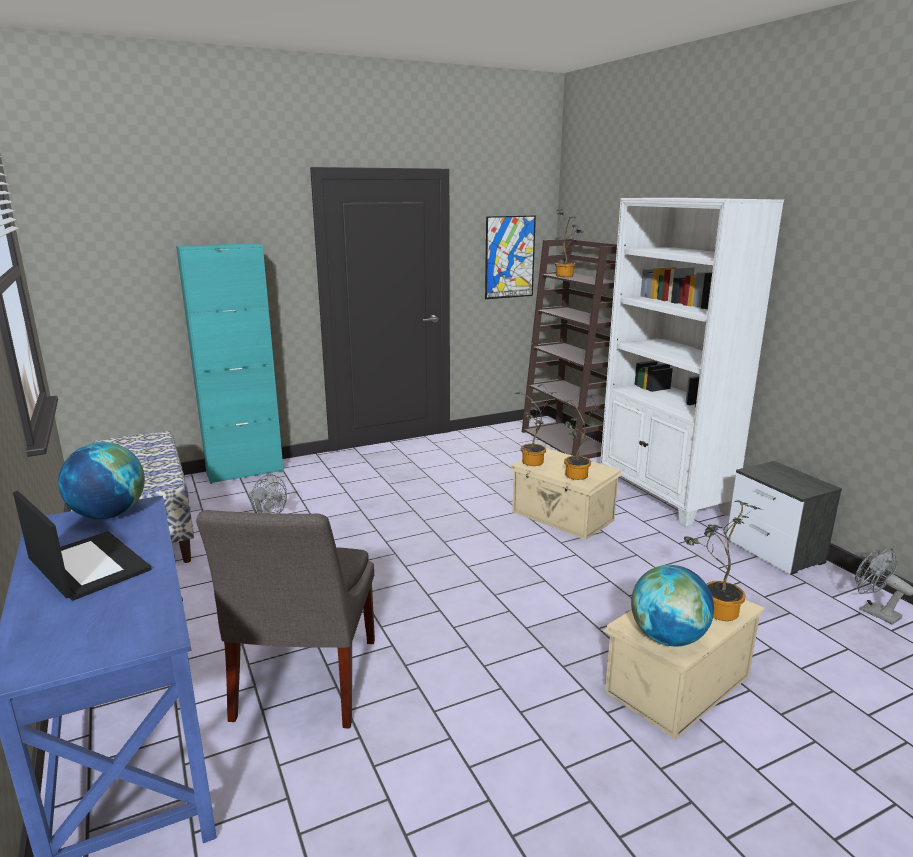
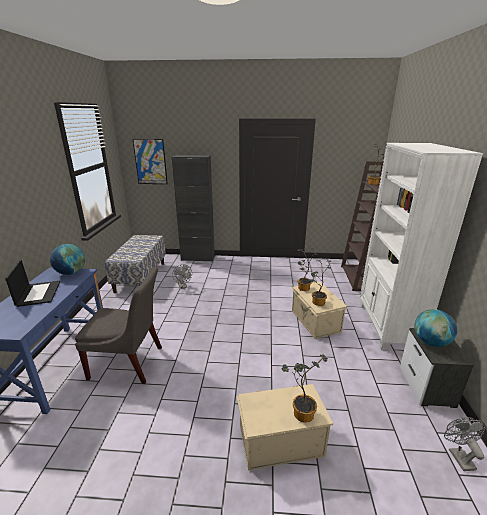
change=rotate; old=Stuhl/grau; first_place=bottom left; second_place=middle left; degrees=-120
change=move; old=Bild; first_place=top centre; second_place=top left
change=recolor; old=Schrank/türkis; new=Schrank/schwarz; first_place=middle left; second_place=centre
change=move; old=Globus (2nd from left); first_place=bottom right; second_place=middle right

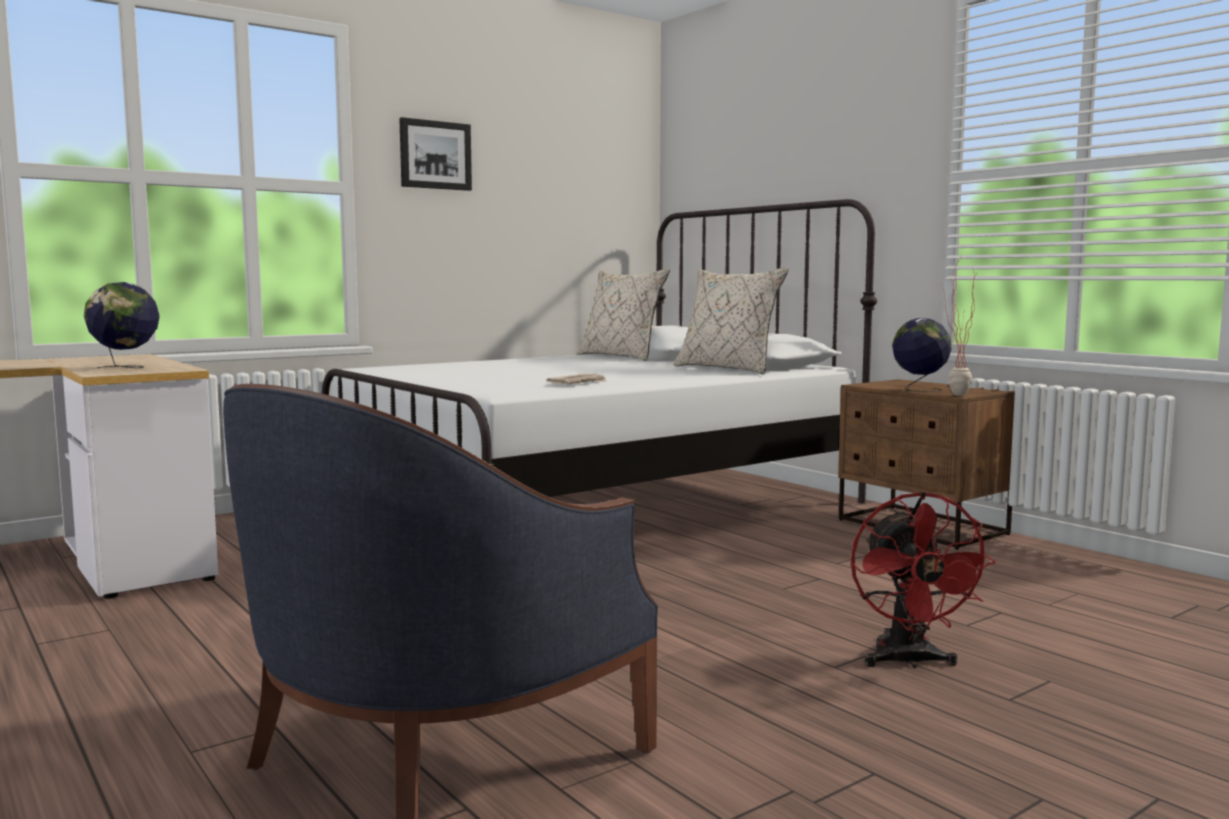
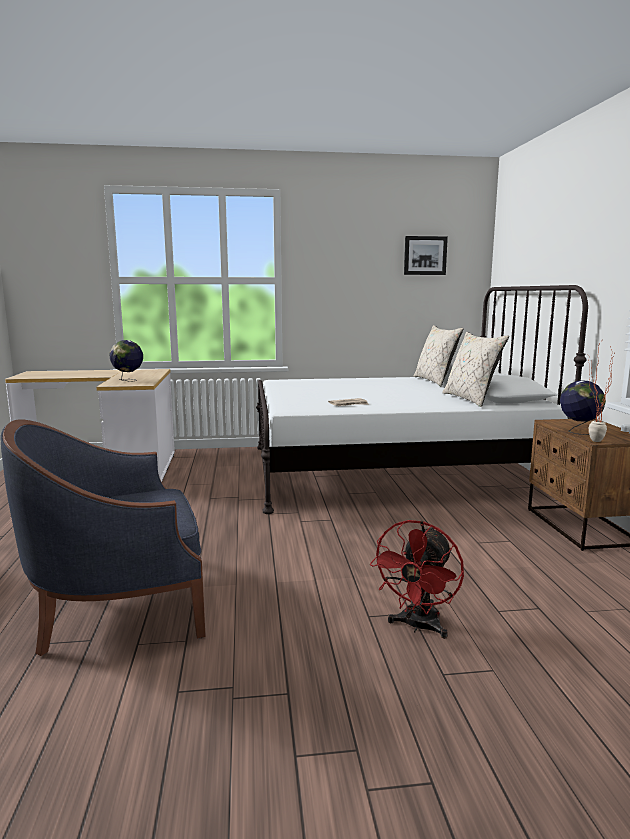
change=move; old=Bild; first_place=top centre; second_place=top right

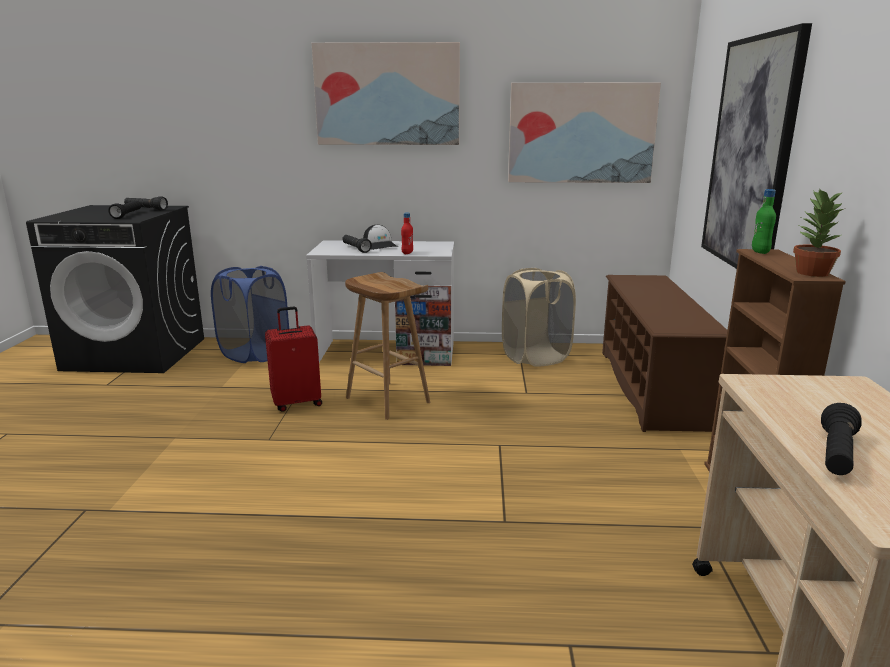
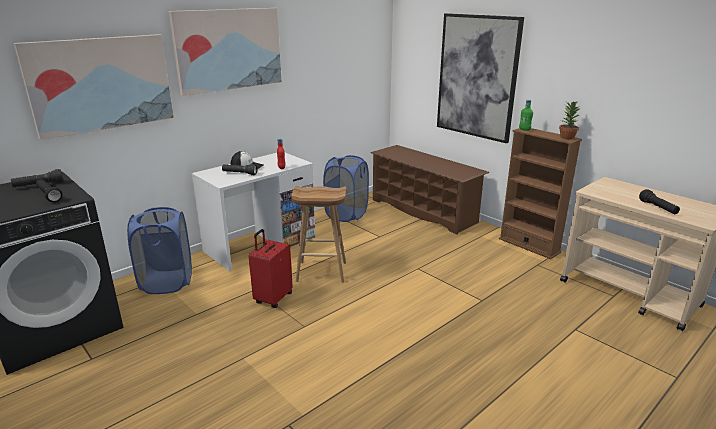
change=move; old=Bild (2nd from left in the first image); new=Bild (1st from left); first_place=top centre; second_place=top left
change=recolor; old=Wäschekorb/beige; new=Wäschekorb/blau (2nd from left); first_place=centre; second_place=centre

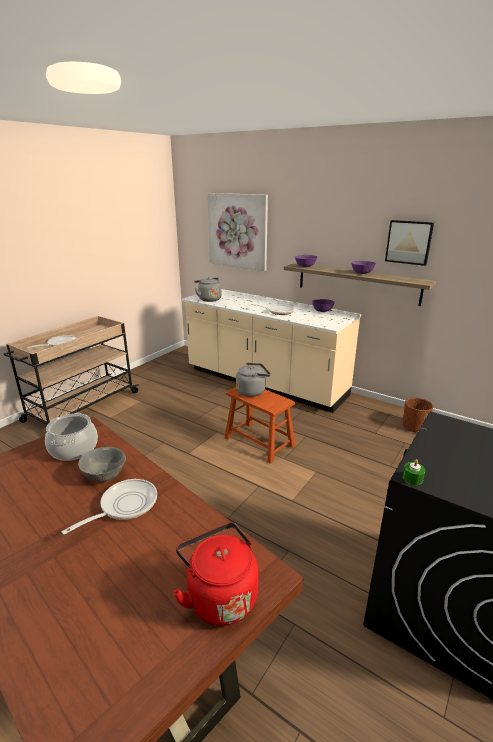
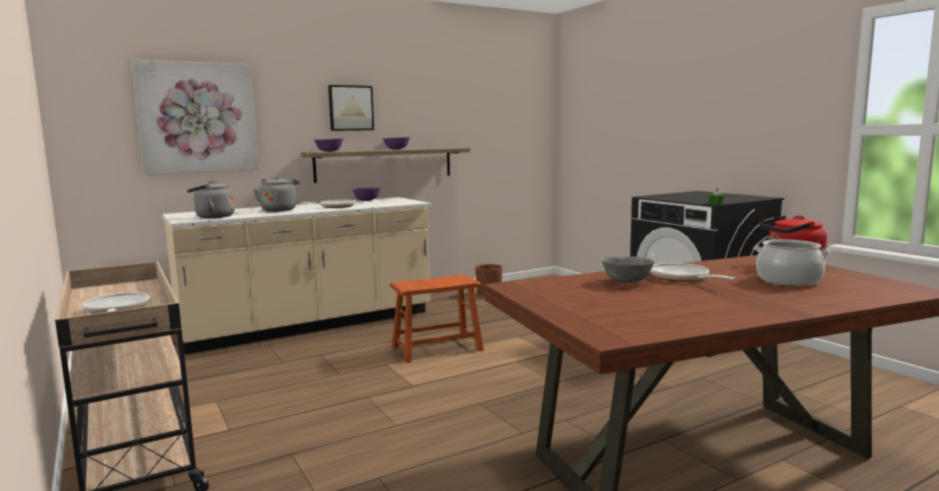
change=move; old=Wasserkessel/grau (2nd from left); first_place=centre; second_place=middle left
change=move; old=Bild (2nd from left); first_place=top right; second_place=top centre
change=move; old=Kochtopf; first_place=middle left; second_place=middle right

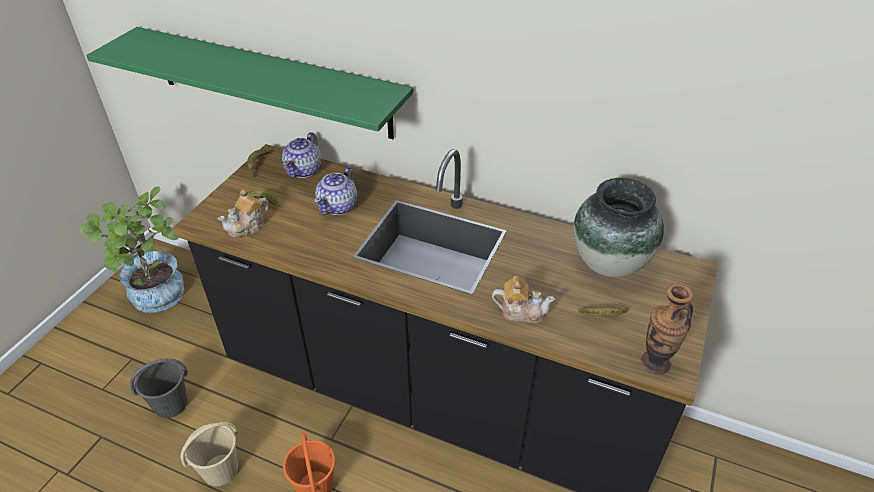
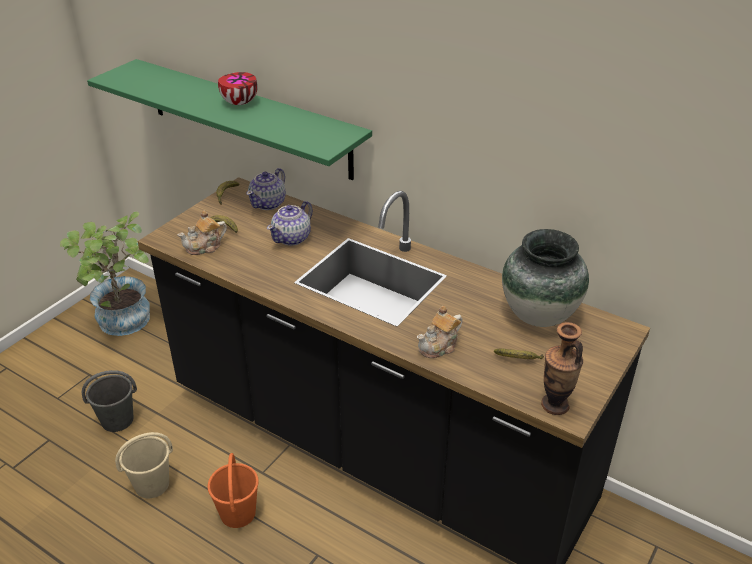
change=insert; new=Schüssel; second_place=top left
change=rotate; old=Teekanne (4th from left); first_place=centre; second_place=centre; degrees=120

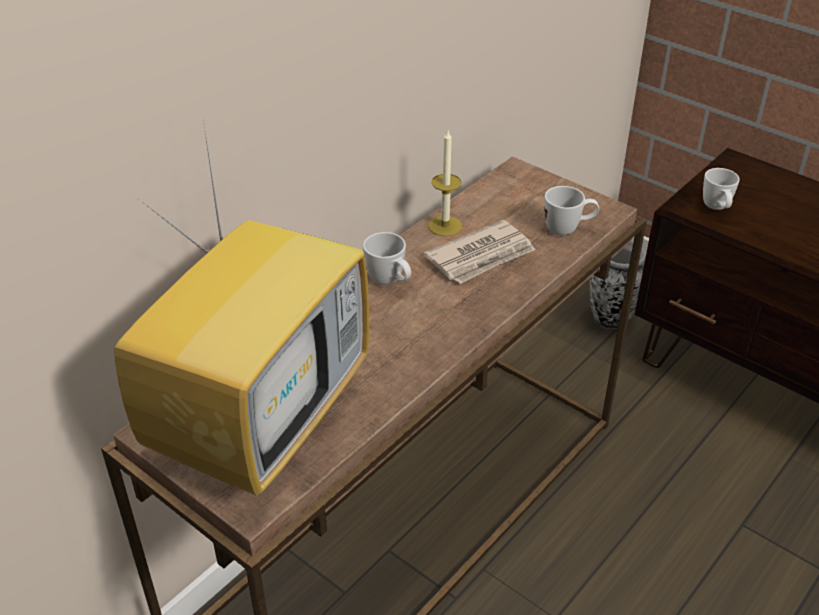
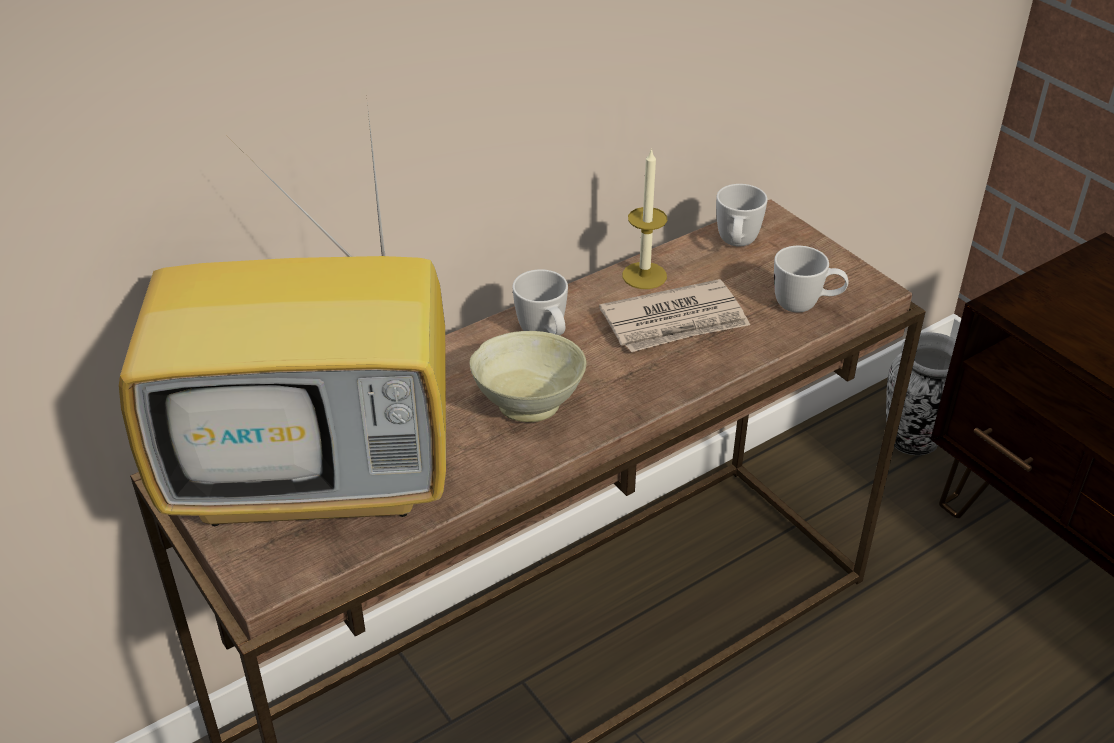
change=rotate; old=Fernseher; first_place=middle left; second_place=middle left; degrees=45
change=insert; new=Schüssel/beige; second_place=centre
change=move; old=Henkelbecher/weiß (3rd from left in the first image); new=Henkelbecher/weiß (2nd from left); first_place=top right; second_place=top centre

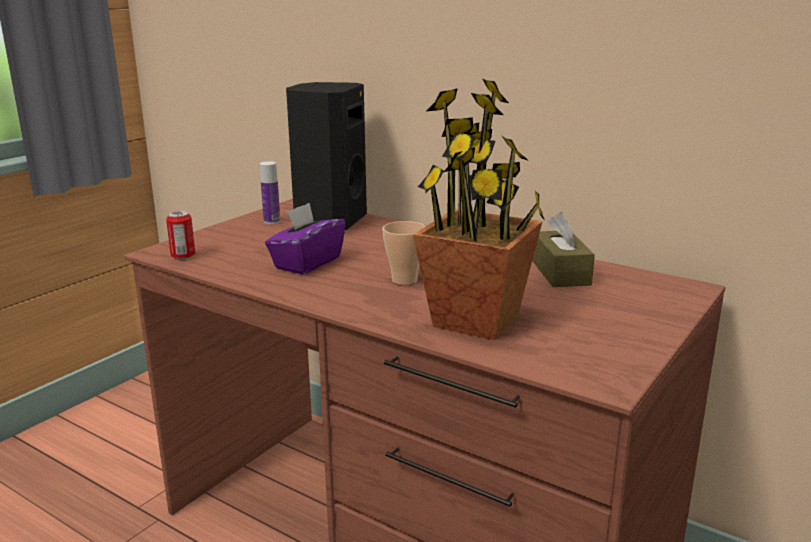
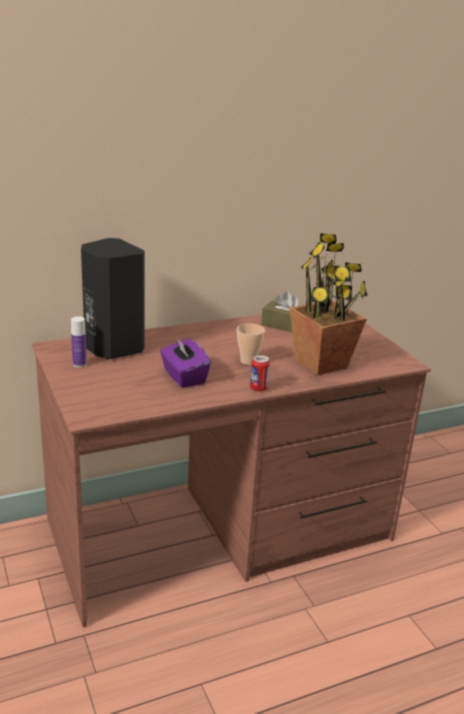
change=move; old=Dose; first_place=middle left; second_place=centre

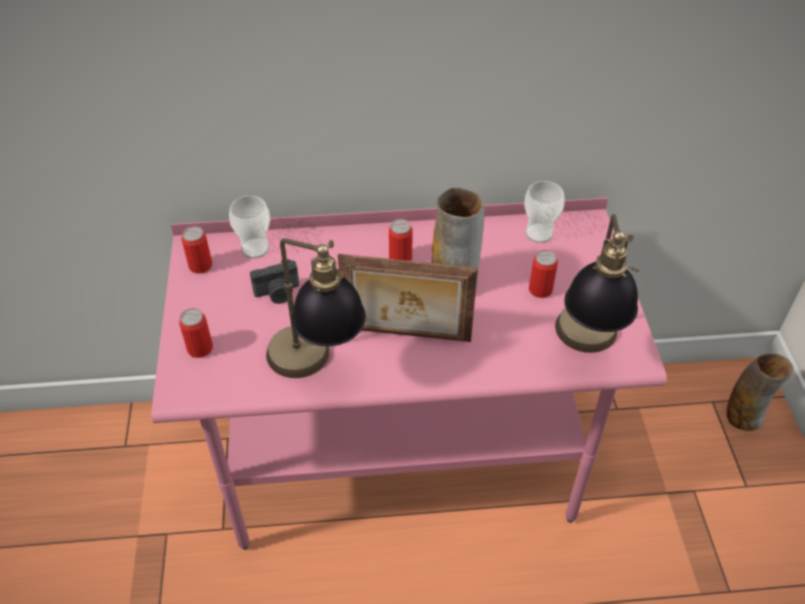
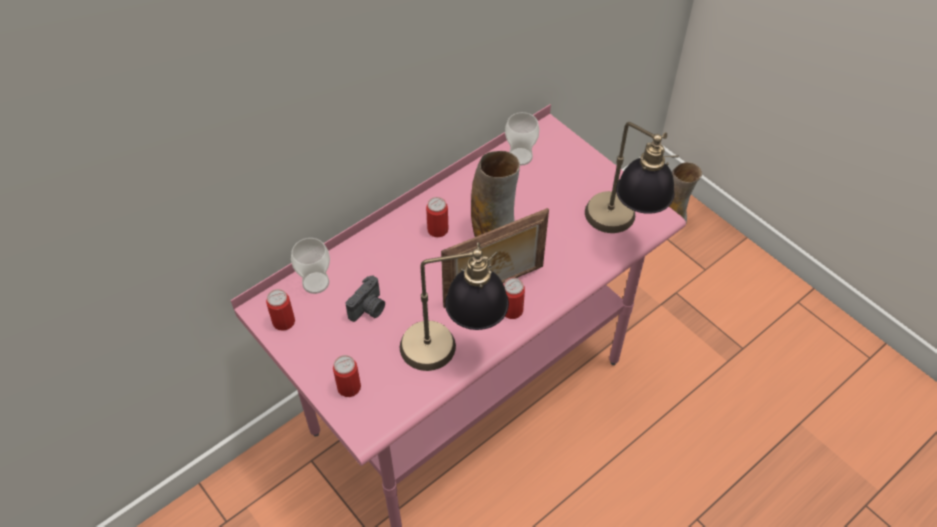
change=move; old=Dose (4th from left); first_place=middle right; second_place=centre

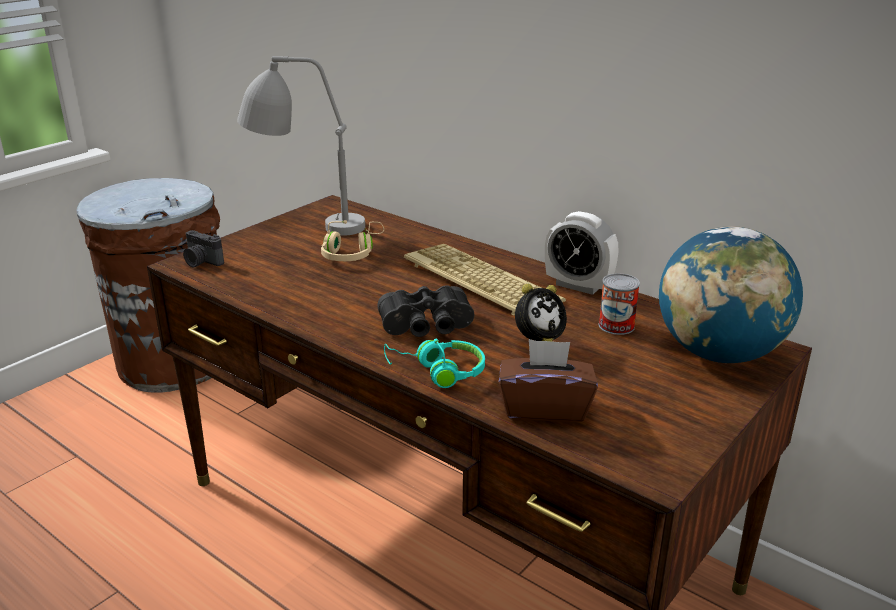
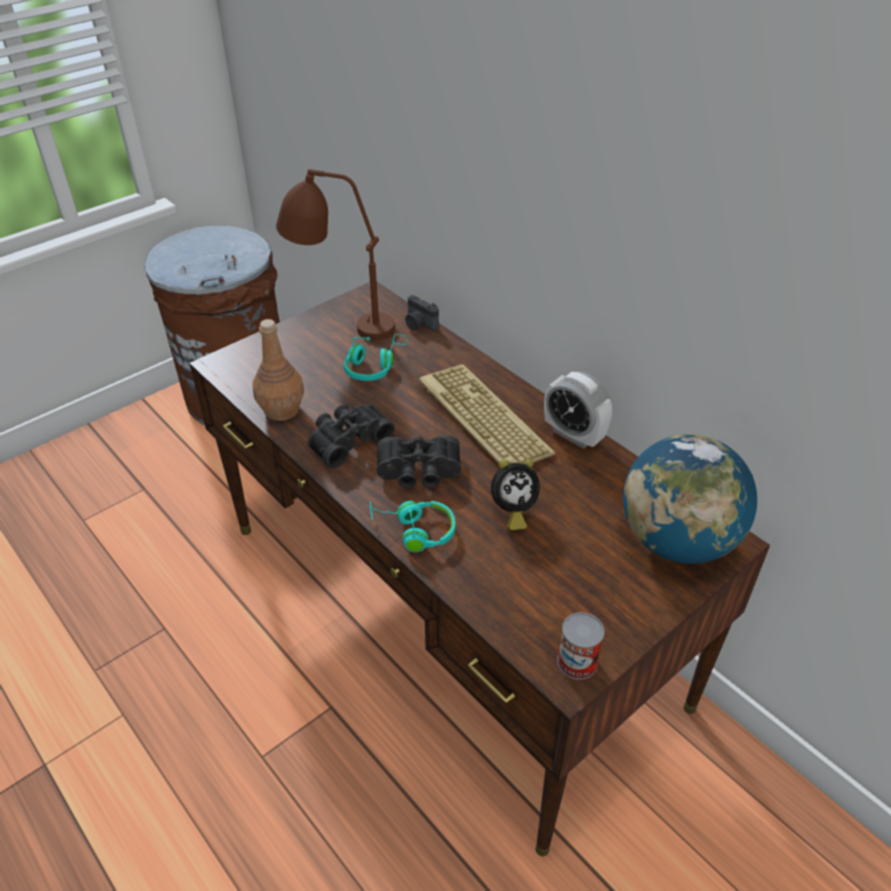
change=insert; new=Flasche/braun; second_place=middle left
change=recolor; old=Tischlampe/grau; new=Tischlampe/braun; first_place=top centre; second_place=top centre
change=insert; new=Fernglas/schwarz (1st from left); second_place=centre
change=recolor; old=Kopfhörer/beige; new=Kopfhörer/türkis (1st from left); first_place=centre; second_place=centre
change=move; old=Kamera; first_place=middle left; second_place=centre
change=move; old=Dose; first_place=middle right; second_place=bottom centre
change=delete; old=Taschentuchbox/braun; first_place=centre

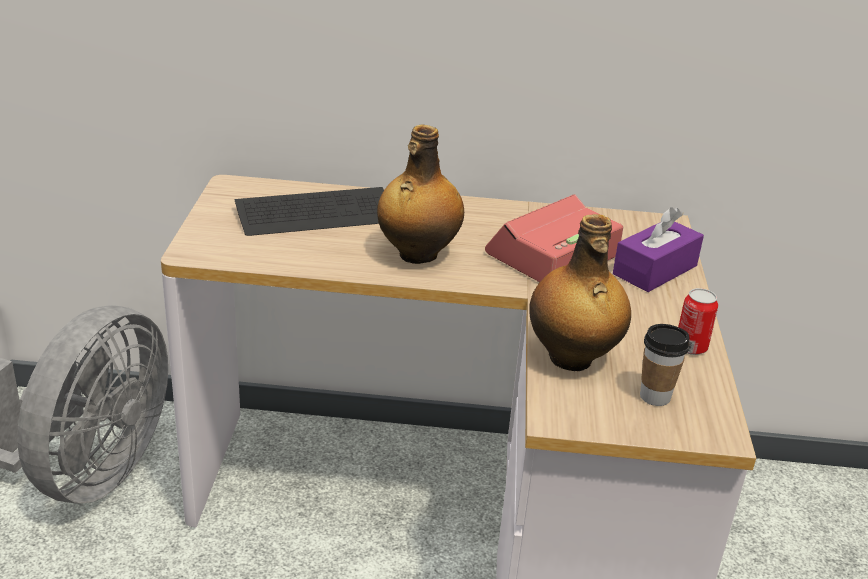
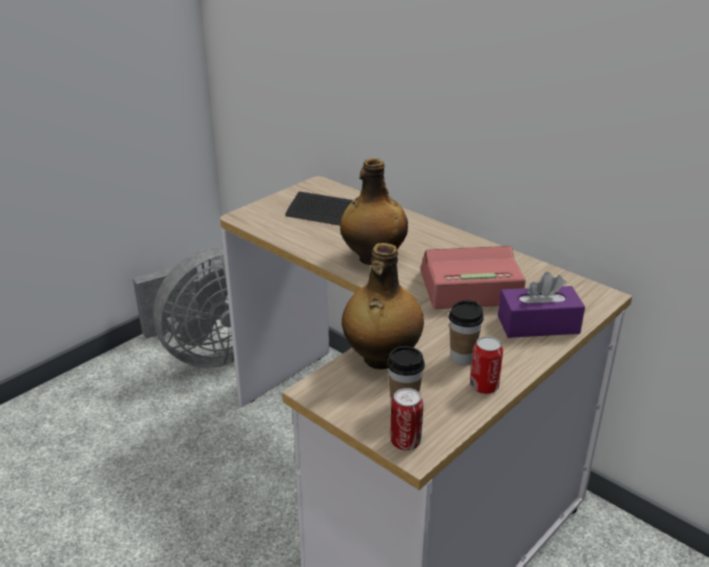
change=insert; new=Dose (1st from left); second_place=bottom centre
change=insert; new=Tasse (2nd from left); second_place=centre

